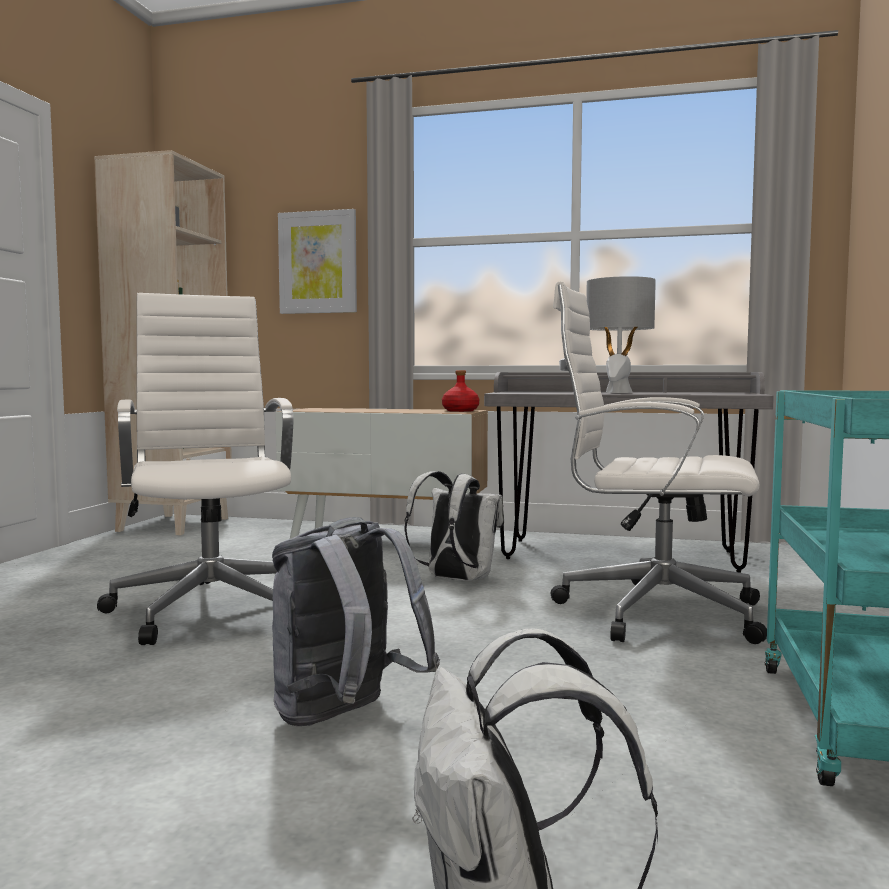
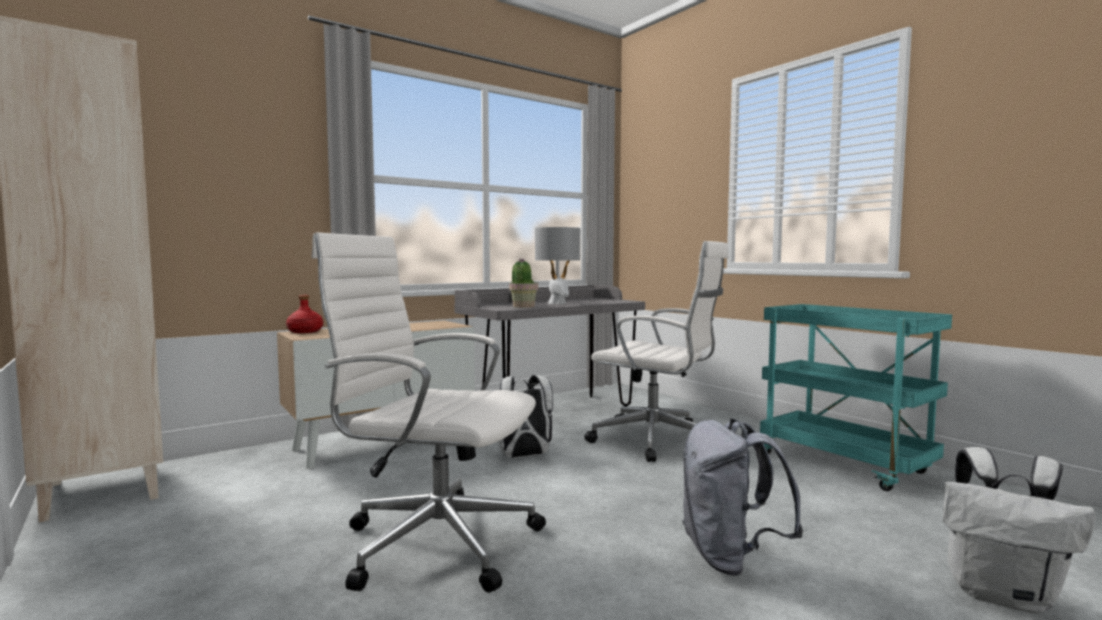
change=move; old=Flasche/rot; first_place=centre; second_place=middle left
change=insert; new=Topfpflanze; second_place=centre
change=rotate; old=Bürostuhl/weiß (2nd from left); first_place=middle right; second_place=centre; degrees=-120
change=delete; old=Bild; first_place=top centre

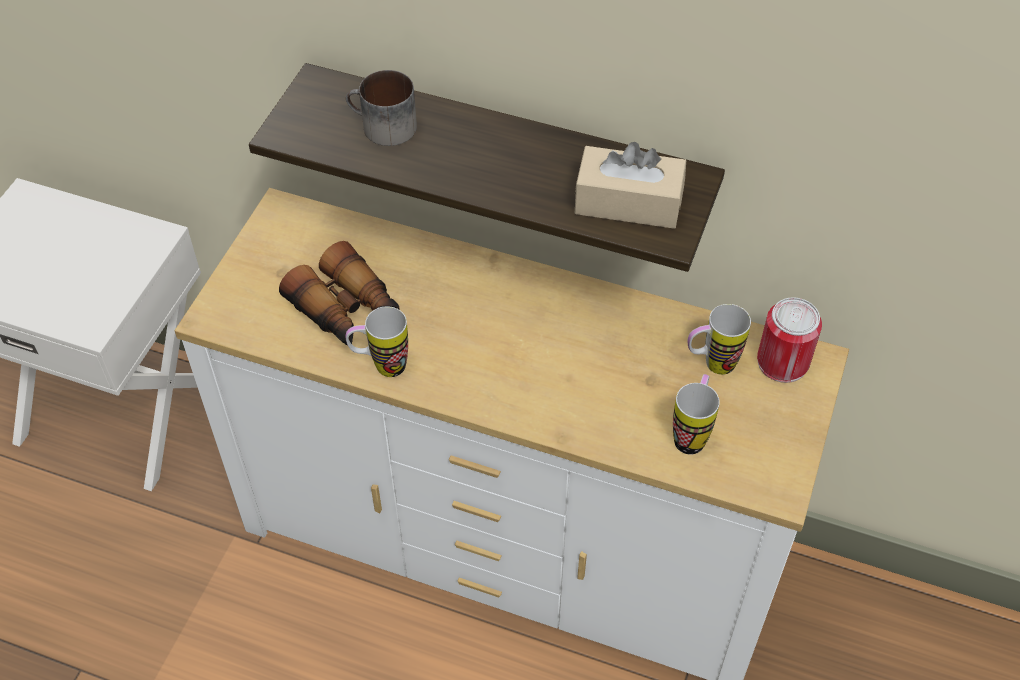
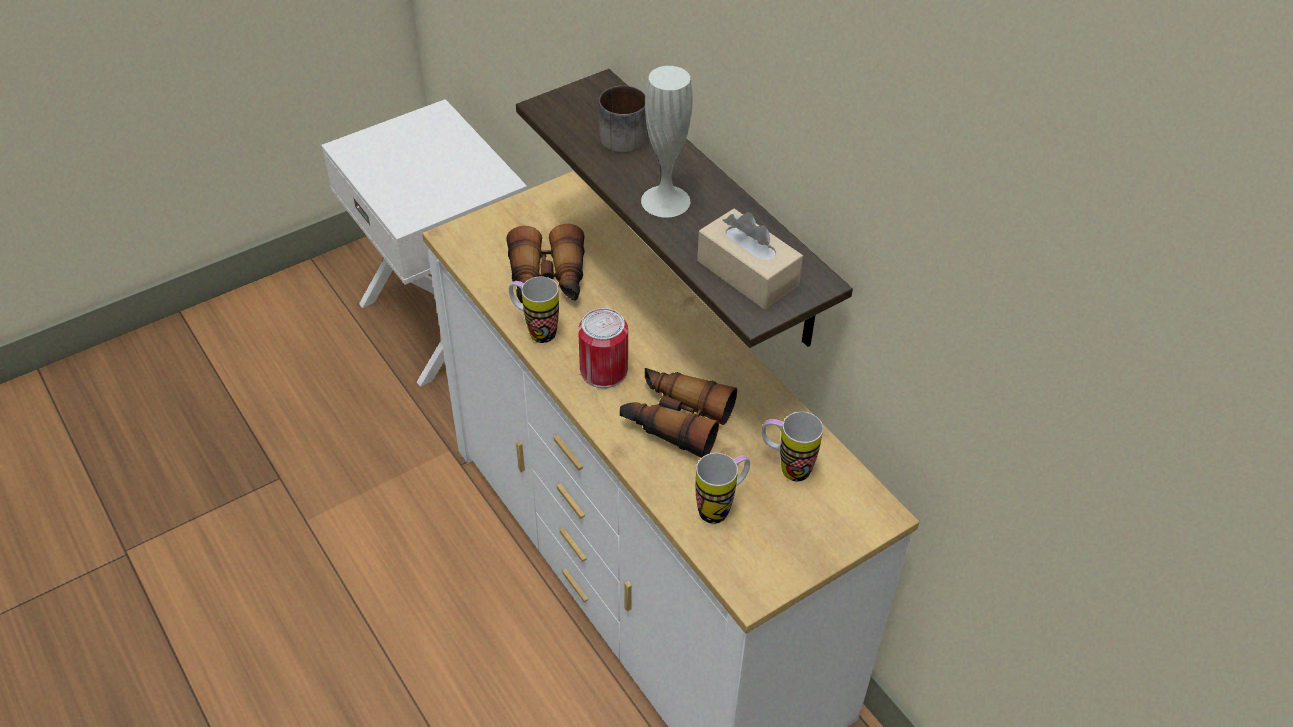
change=move; old=Dose; first_place=middle right; second_place=centre
change=insert; new=Fernglas (2nd from left); second_place=centre
change=insert; new=Vase/weiß; second_place=top centre

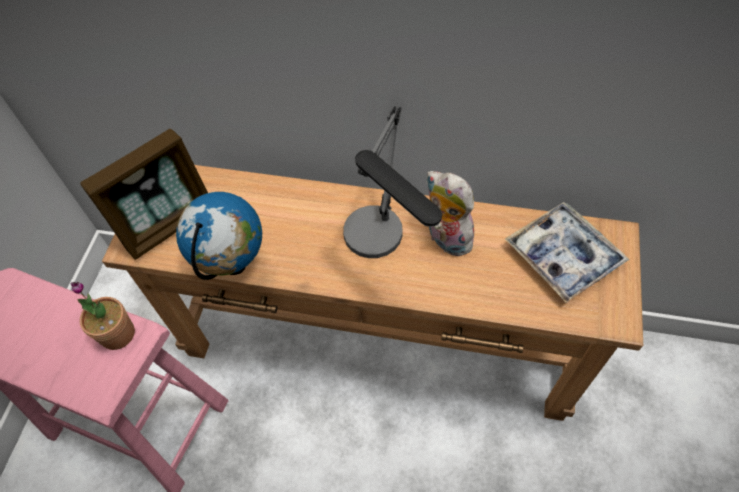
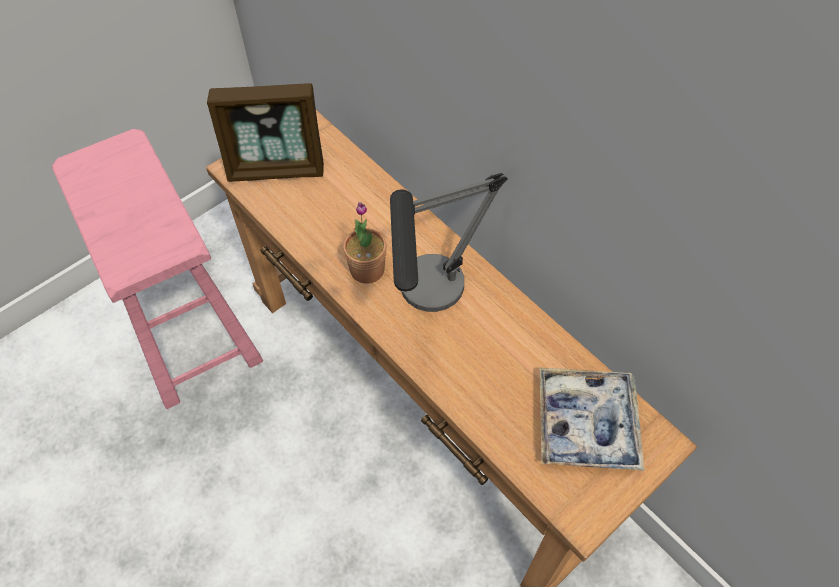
change=move; old=Topfpflanze; first_place=middle left; second_place=centre
change=delete; old=Globus; first_place=middle left
change=delete; old=Plüschtier; first_place=centre

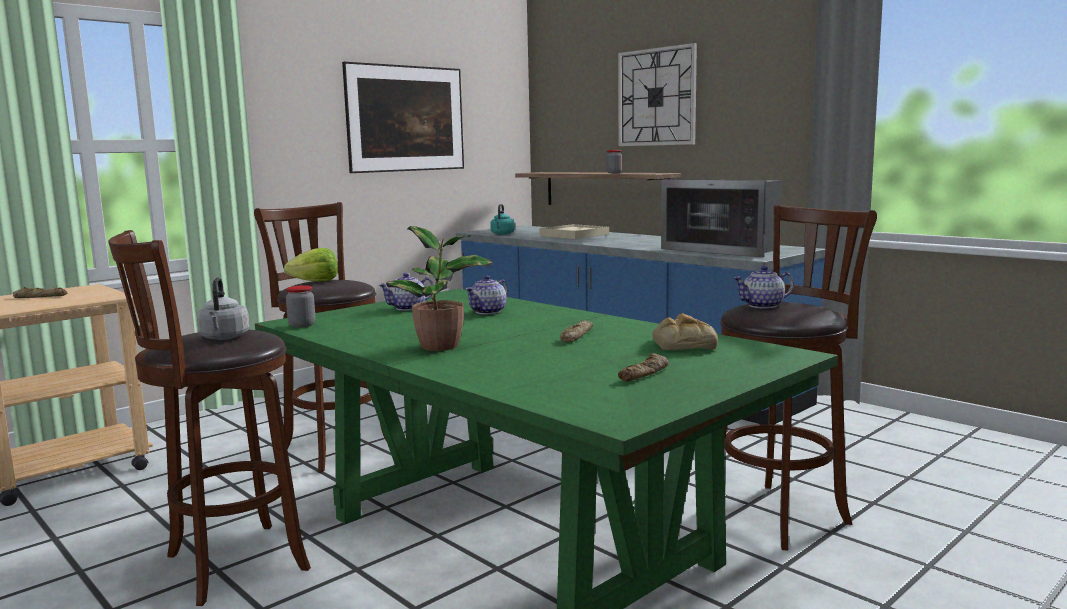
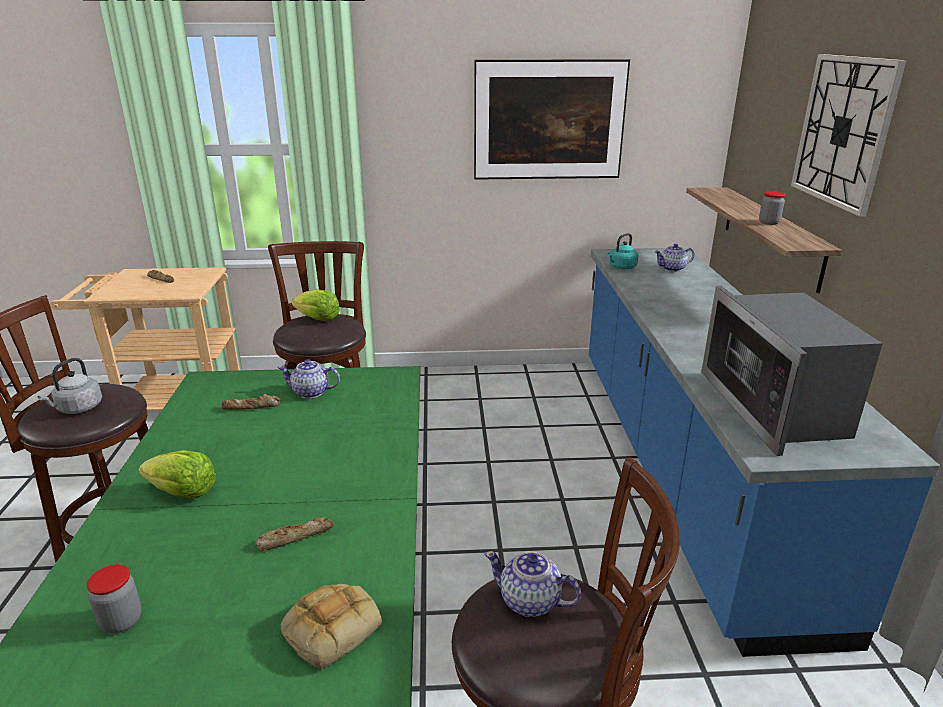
change=move; old=Vorratsglas (1st from left); first_place=middle left; second_place=bottom left
change=replace; old=Topfpflanze; new=Salatkopf (1st from left); first_place=centre; second_place=bottom left
change=move; old=Brot (3rd from left in the first image); new=Brot (2nd from left); first_place=centre; second_place=middle left
change=move; old=Teekanne (2nd from left in the first image); new=Teekanne (3rd from left); first_place=centre; second_place=middle right
change=delete; old=Tablett/beige; first_place=centre

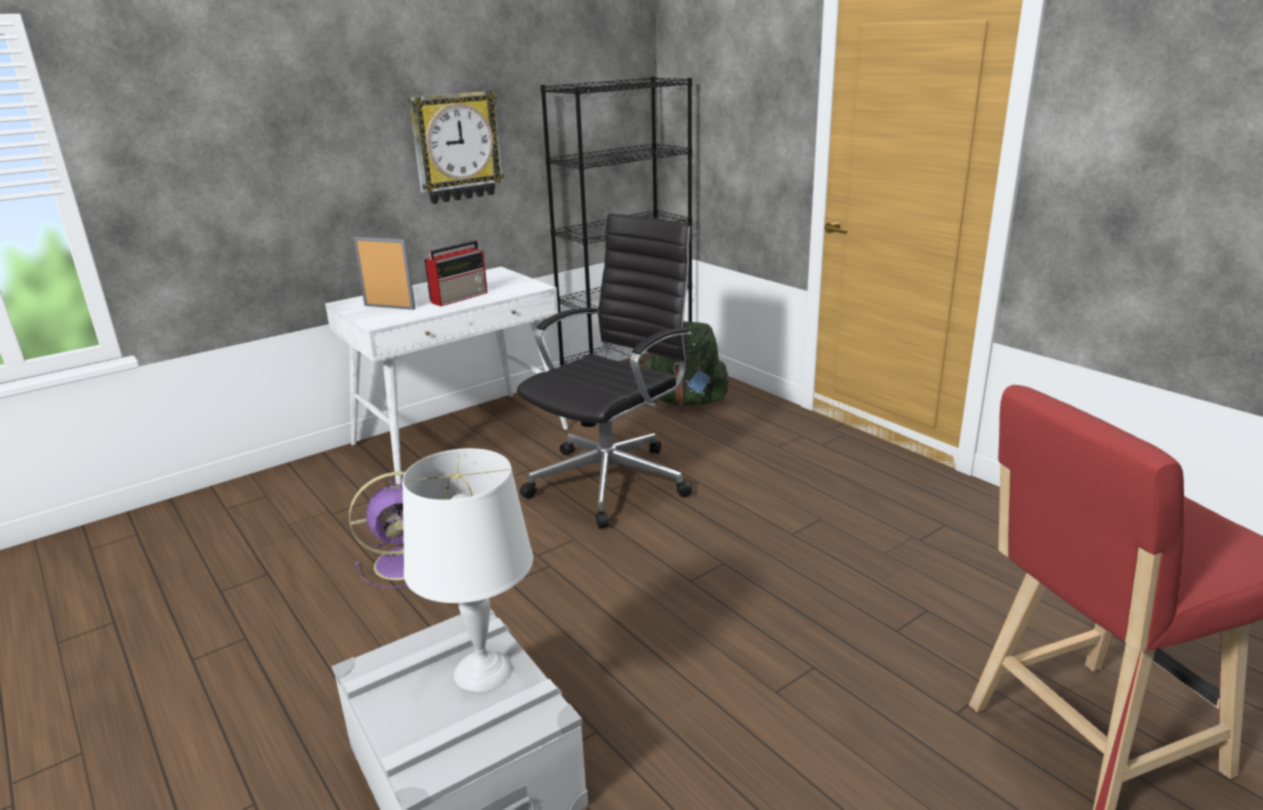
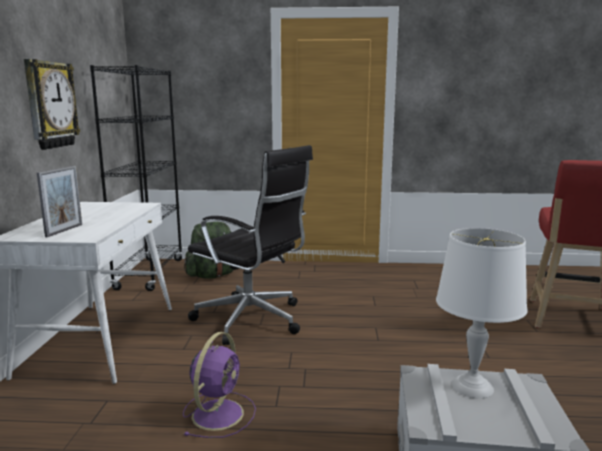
change=rotate; old=Bilderrahmen; first_place=middle left; second_place=middle left; degrees=135
change=rotate; old=Bürostuhl/schwarz; first_place=centre; second_place=centre; degrees=135
change=delete; old=Radio; first_place=centre

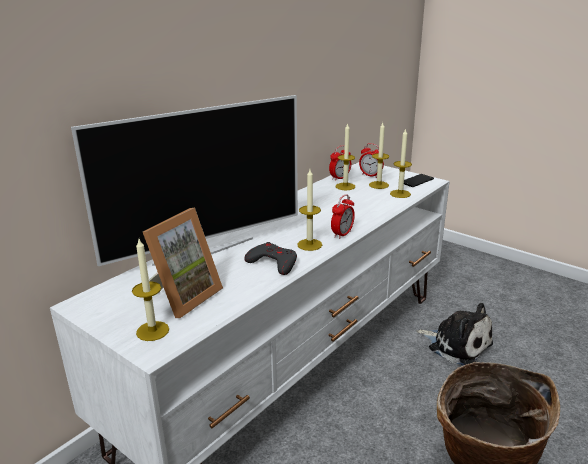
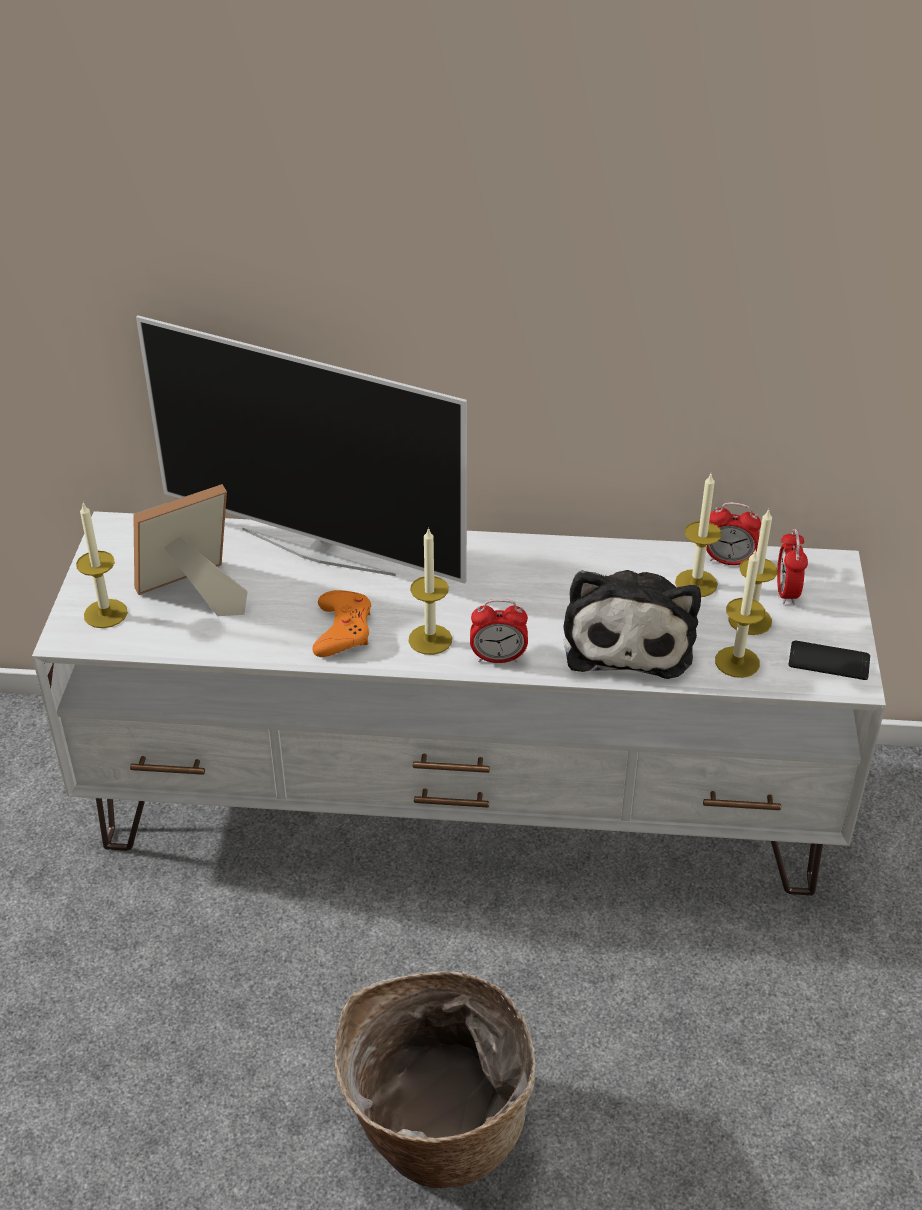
change=rotate; old=Bilderrahmen; first_place=middle left; second_place=middle left; degrees=150
change=recolor; old=Gamepad/grau; new=Gamepad/orange; first_place=centre; second_place=centre
change=move; old=Plüschtier; first_place=bottom right; second_place=middle right

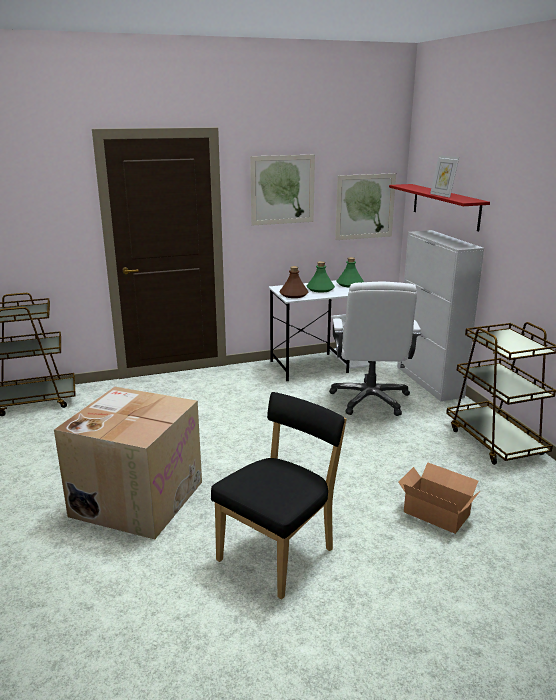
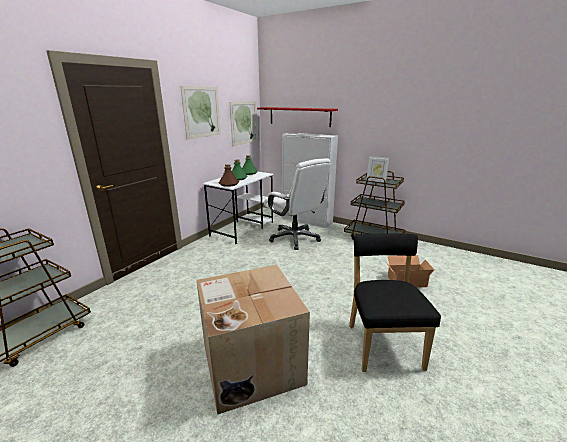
change=move; old=Bilderrahmen; first_place=top right; second_place=centre

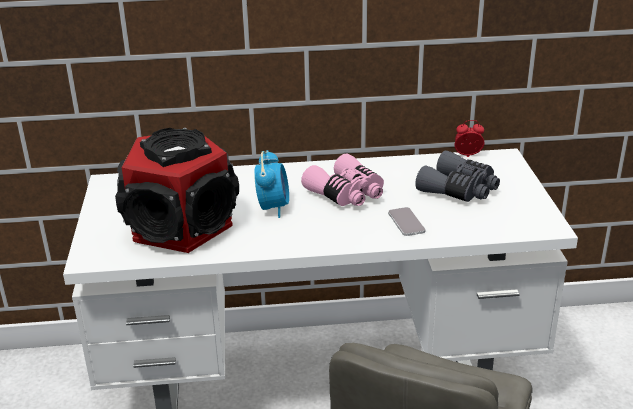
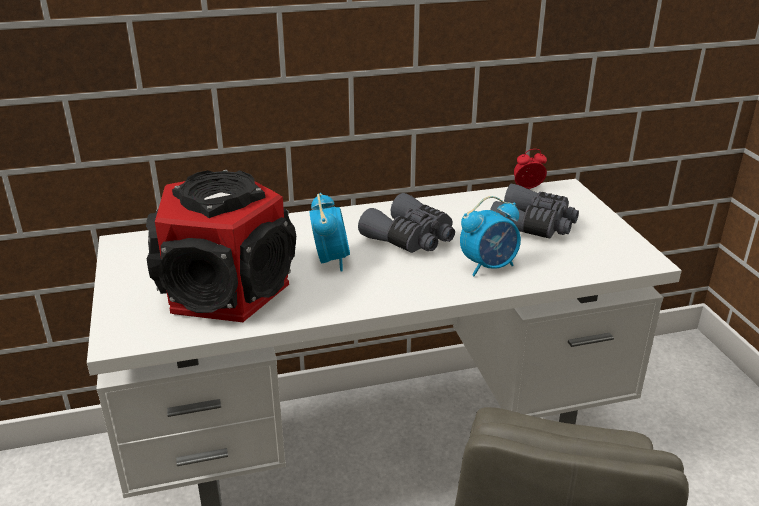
change=recolor; old=Fernglas/rosa; new=Fernglas/grau (1st from left); first_place=centre; second_place=centre
change=replace; old=Handy; new=Wecker (2nd from left); first_place=centre; second_place=centre

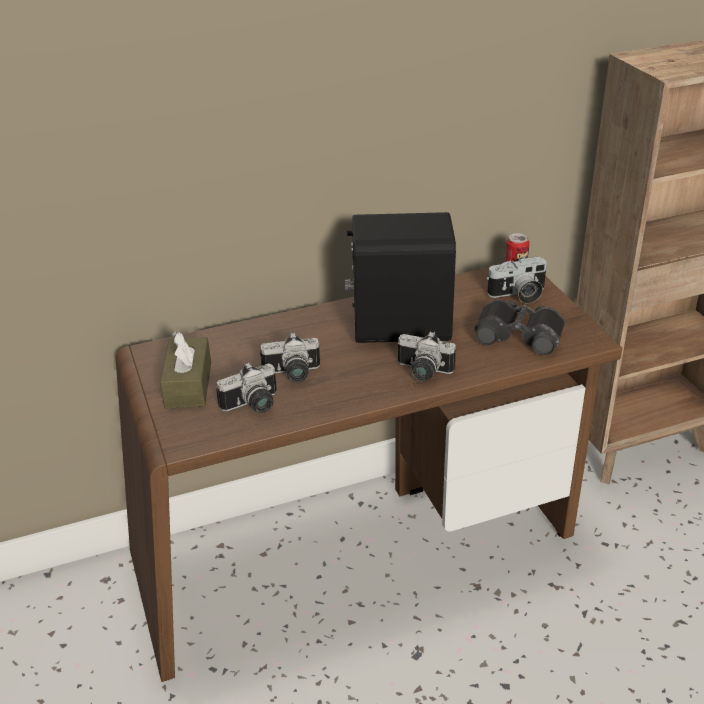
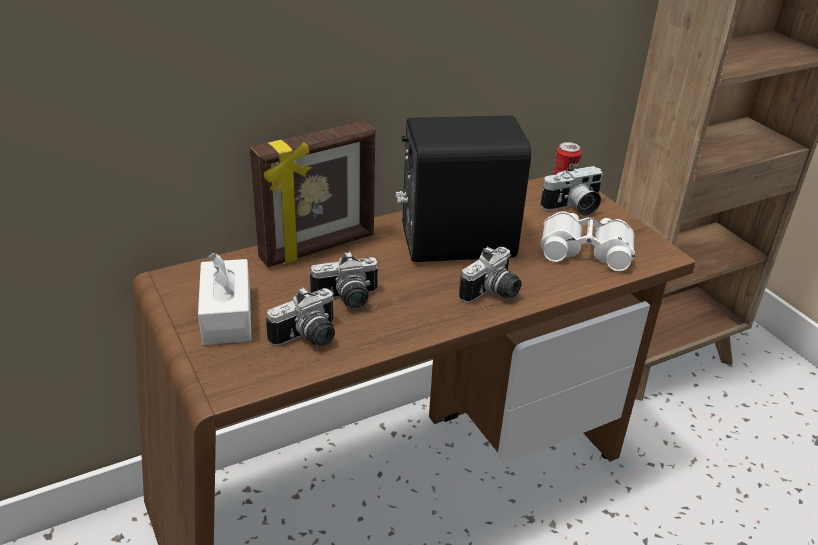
change=recolor; old=Taschentuchbox/braun; new=Taschentuchbox/weiß; first_place=middle left; second_place=middle left
change=insert; new=Bilderrahmen; second_place=centre
change=rotate; old=Kamera (3rd from left); first_place=centre; second_place=centre; degrees=-60
change=recolor; old=Fernglas/schwarz; new=Fernglas/weiß; first_place=middle right; second_place=middle right

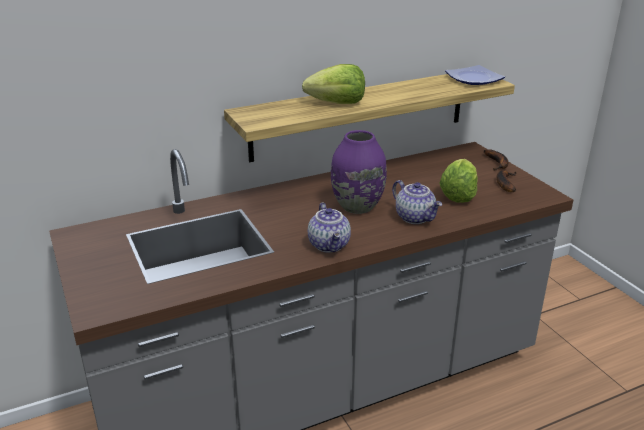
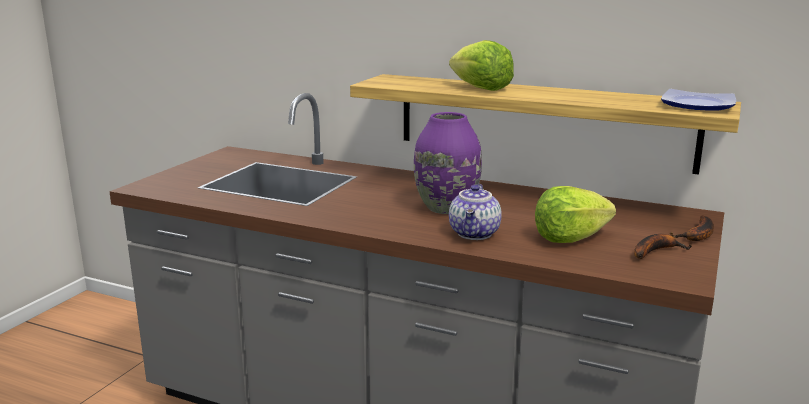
change=delete; old=Teekanne (1st from left); first_place=centre

